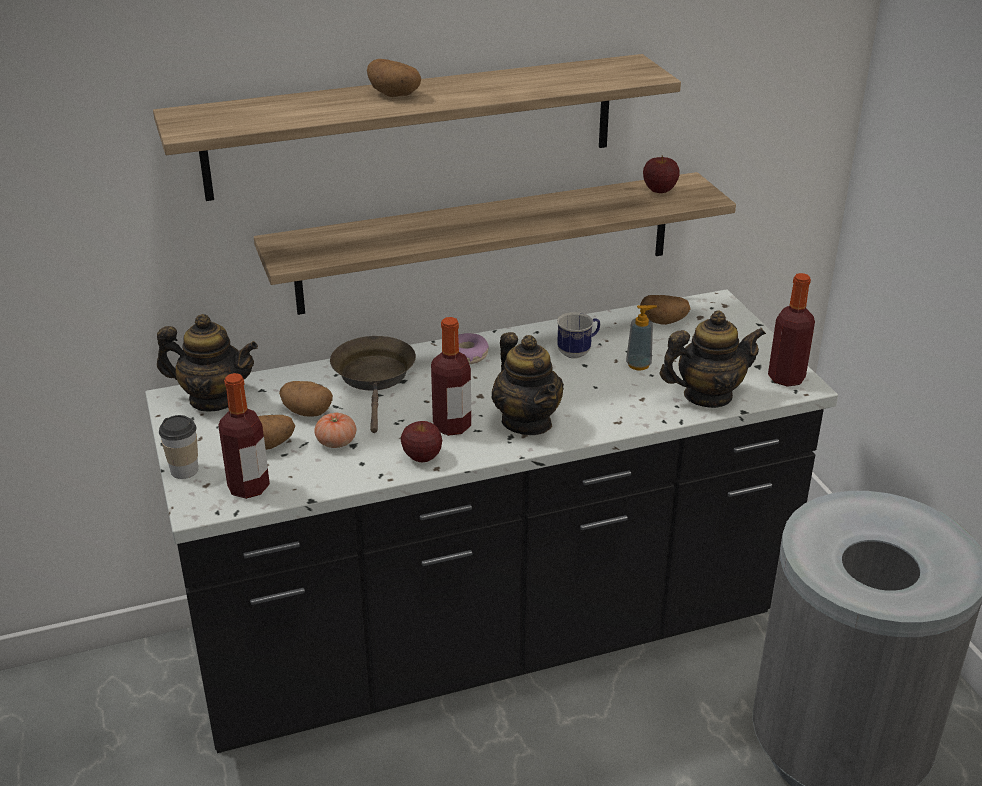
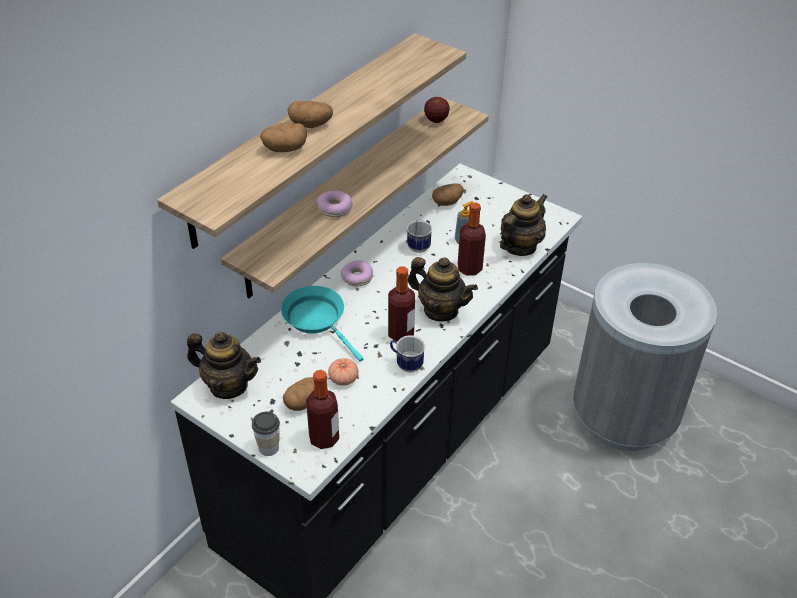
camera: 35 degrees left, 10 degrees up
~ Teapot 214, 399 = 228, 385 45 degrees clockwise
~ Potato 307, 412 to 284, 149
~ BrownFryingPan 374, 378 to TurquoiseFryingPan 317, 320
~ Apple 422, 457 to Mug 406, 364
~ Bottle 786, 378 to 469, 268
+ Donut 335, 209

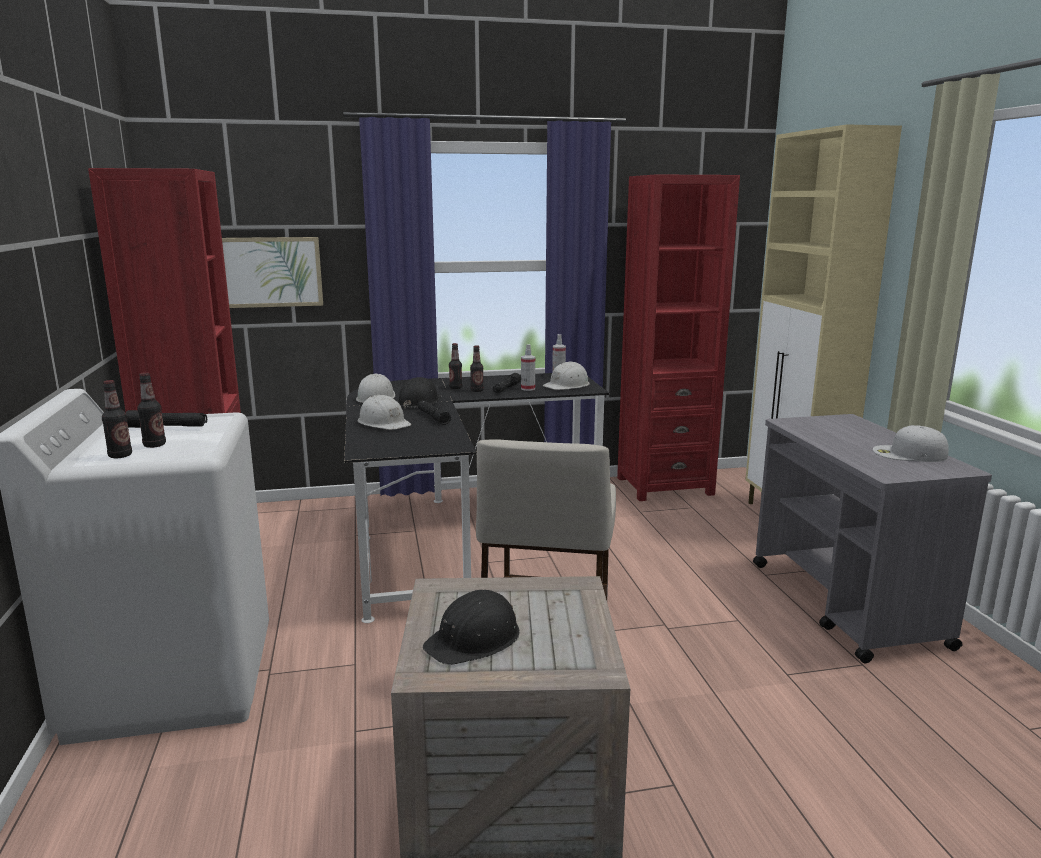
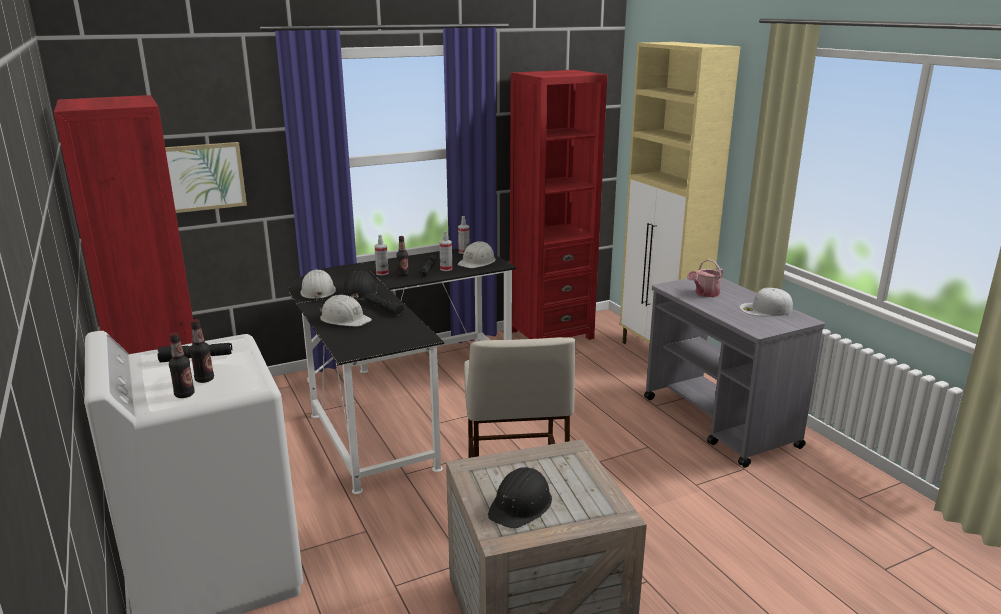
camera: 15 degrees left, 5 degrees up
~ Bottle 455, 388 to SprayBottle 382, 273
+ WateringCan 705, 294

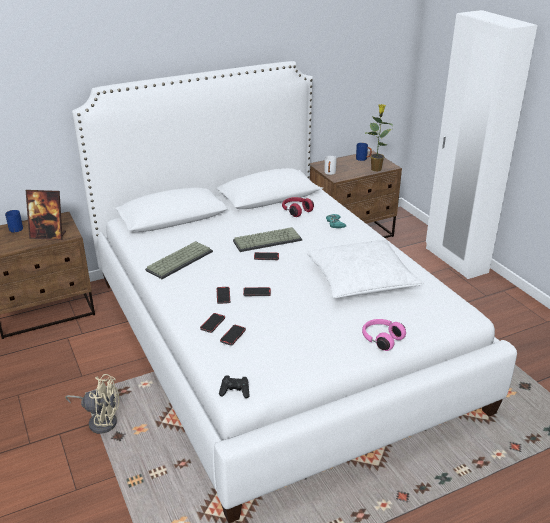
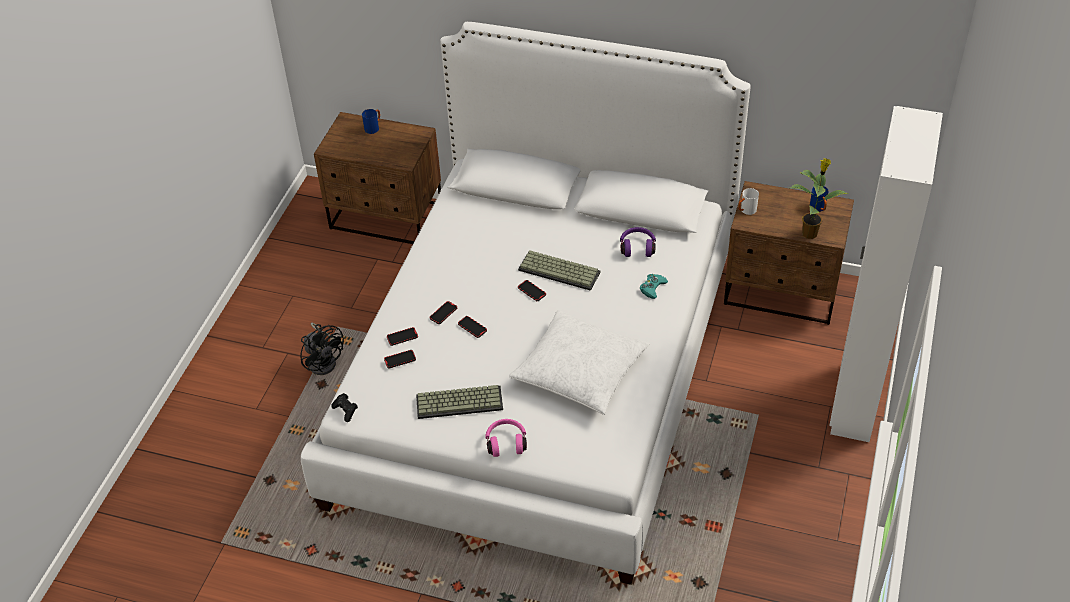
camera: 45 degrees right, 15 degrees up
- PictureFrame 48, 235
~ BeigeFan 100, 420 to BlackFan 324, 361
~ Keyboard 179, 260 to 460, 401
~ RedHeadphones 296, 211 to PurpleHeadphones 637, 247

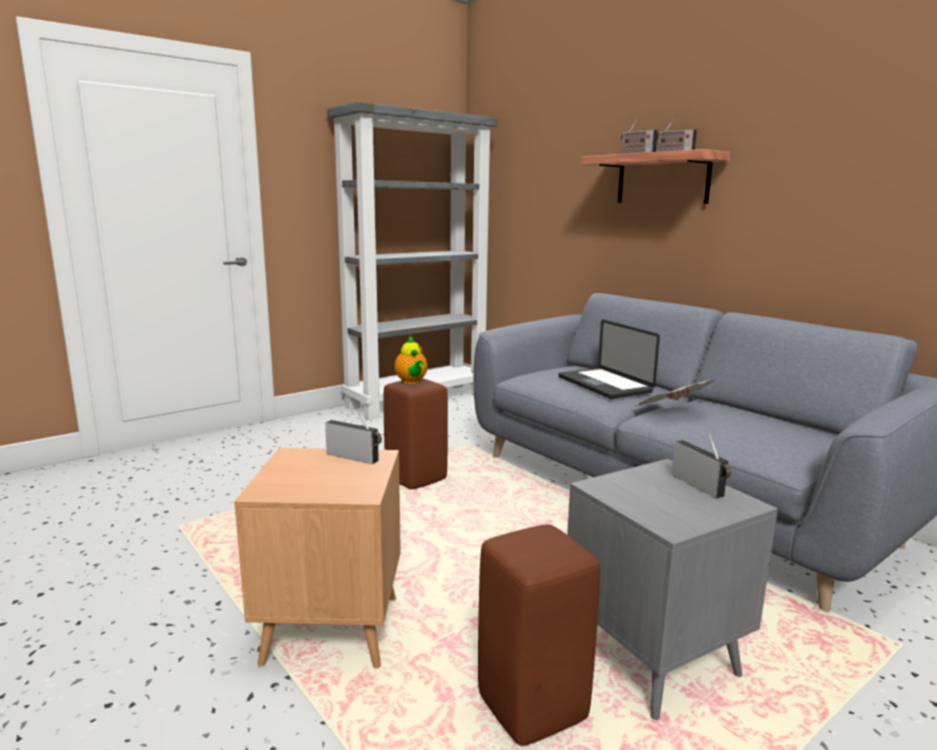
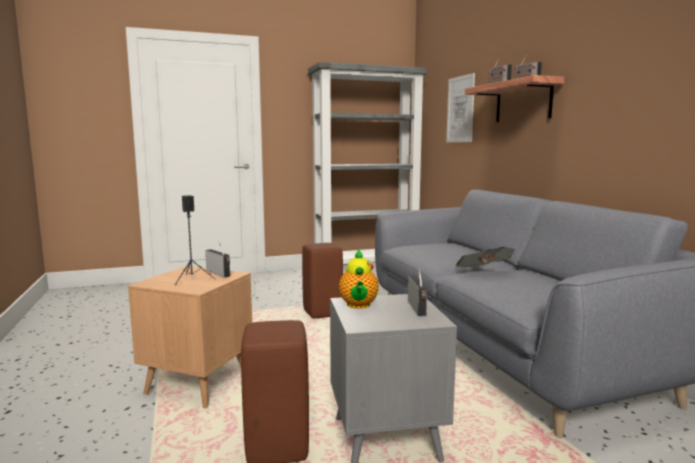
camera: 20 degrees right, 5 degrees down
~ Teapot 411, 381 to 358, 305
- Laptop 604, 384
+ BlackSpeaker 192, 279
+ Picture 460, 109

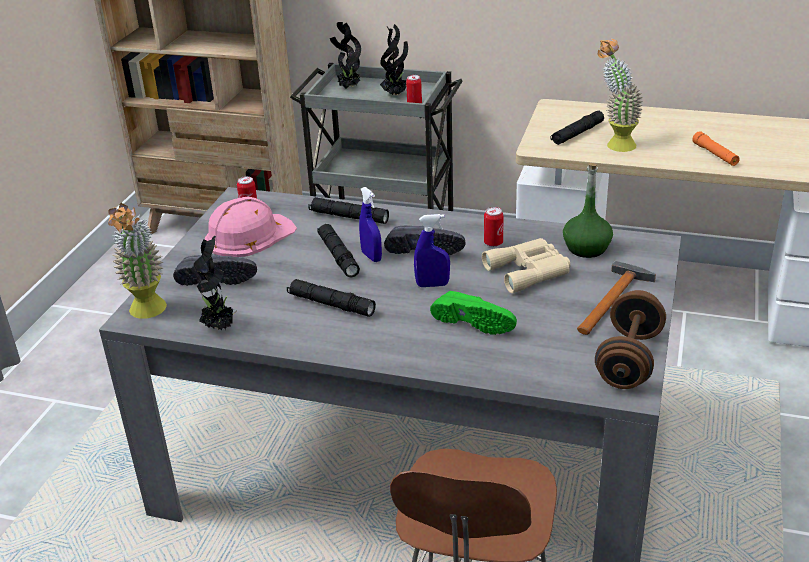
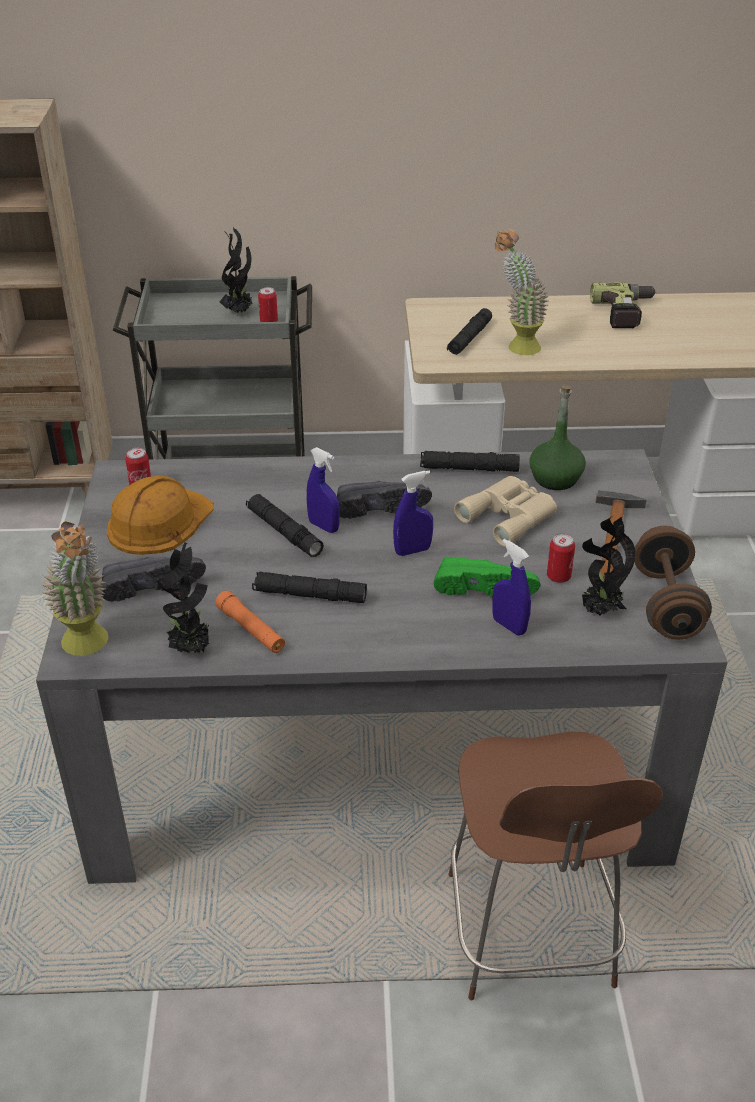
camera: 20 degrees left, 5 degrees up
~ PinkHardHat 248, 235 to OrangeHardHat 159, 521
~ BlackFlashlight 349, 217 to 469, 469
~ PottedPlant 348, 88 to 599, 611
~ Can 493, 243 to 558, 577
~ OrangeFlashlight 715, 154 to 251, 629
+ BlueSprayBottle 509, 626
+ PowerDrill 627, 313

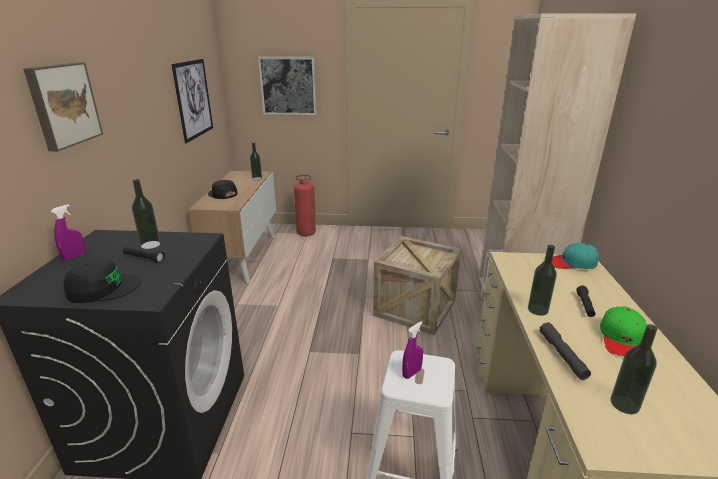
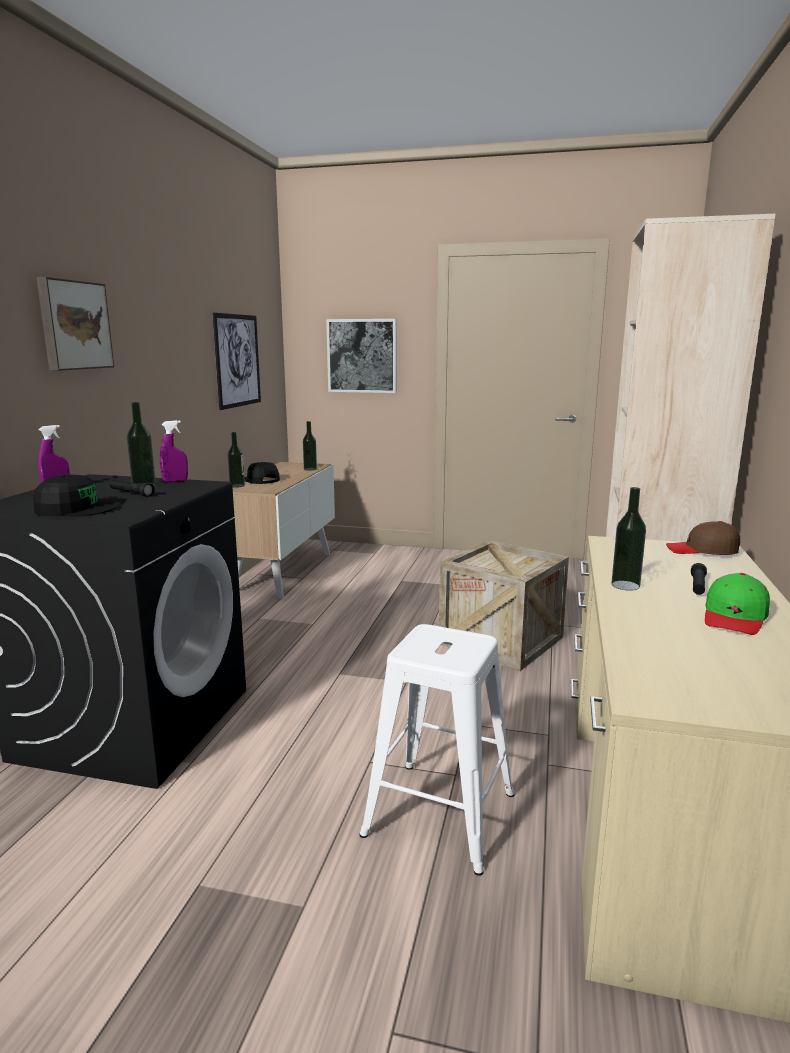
camera: 10 degrees right, 10 degrees down
- FireExtinguisher 306, 233
~ PurpleSprayBottle 411, 373 to 175, 481
- GreyFlashlight 562, 355
~ TurquoiseCap 572, 263 to BrownCap 702, 550
~ Bottle 624, 404 to 237, 486

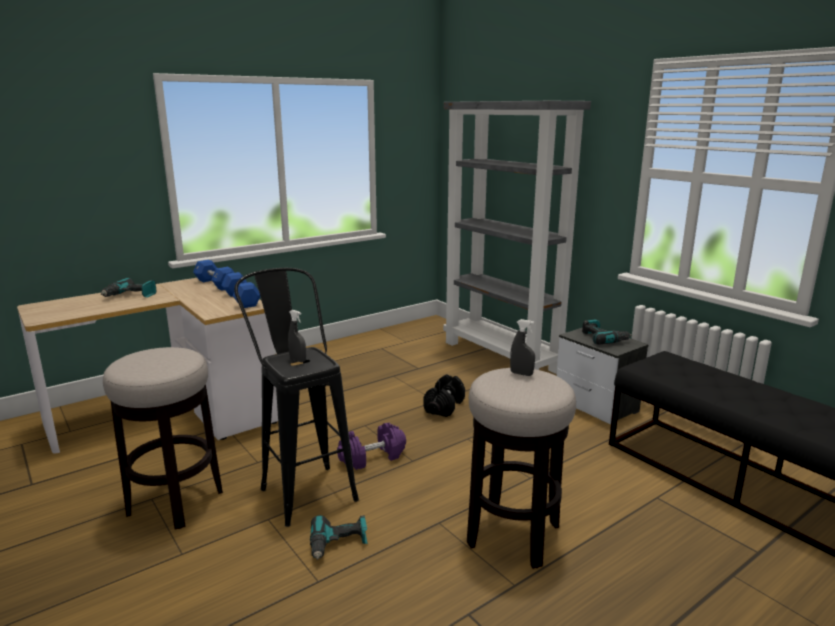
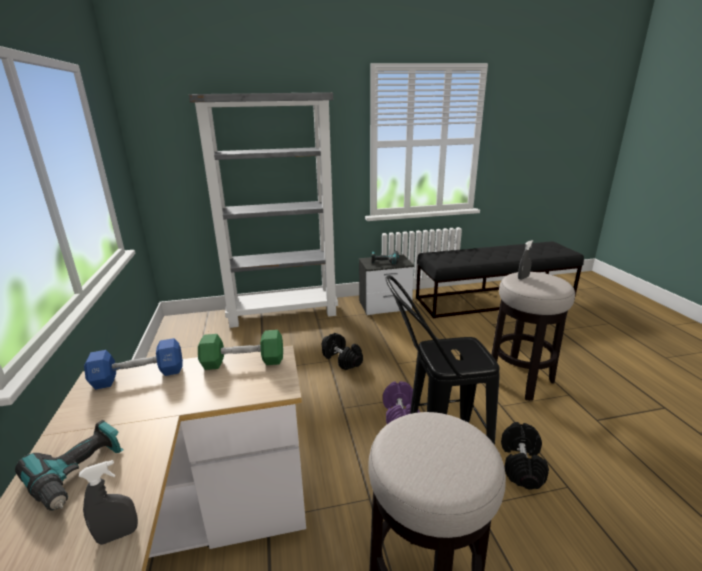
camera: 65 degrees left, 5 degrees up
~ BlueDumbbell 241, 300 to GreenDumbbell 243, 362
~ GreySprayBottle 298, 360 to 118, 535
~ PowerDrill 338, 544 to BlackDumbbell 521, 464

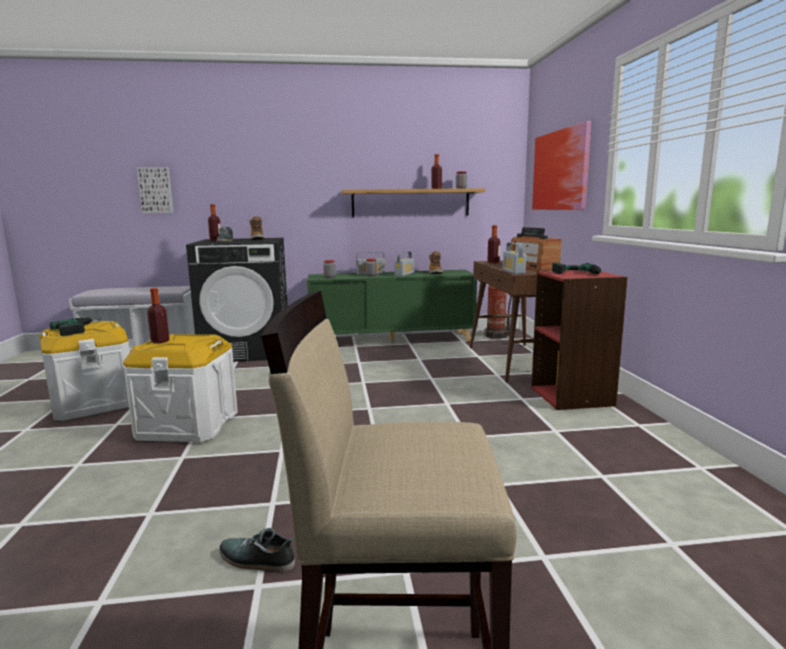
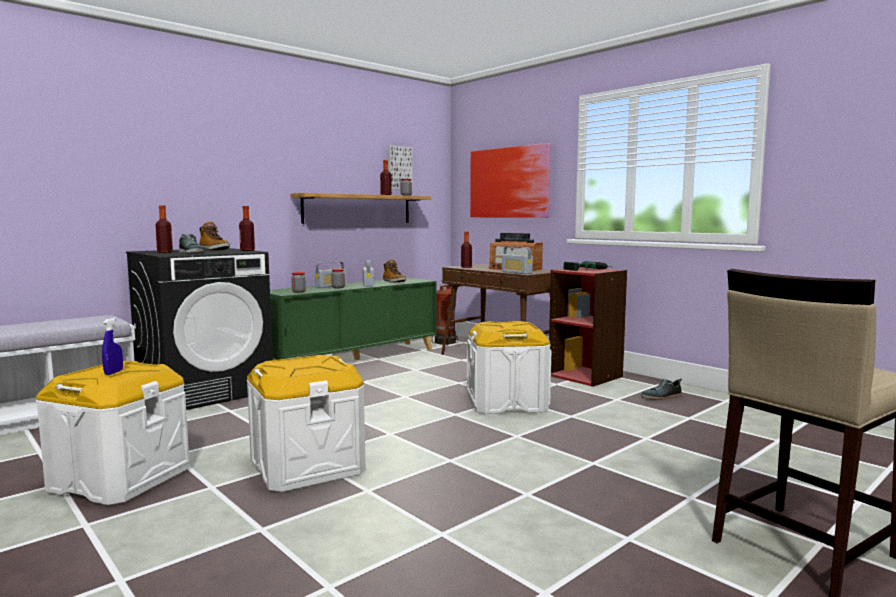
camera: 35 degrees left, 5 degrees down
~ PowerDrill 81, 329 to BlueSprayBottle 113, 372
~ Picture 156, 190 to 398, 168
~ Bottle 160, 341 to 247, 250
~ Shoe 256, 560 to 661, 397
+ WhiteStorageBox 506, 403

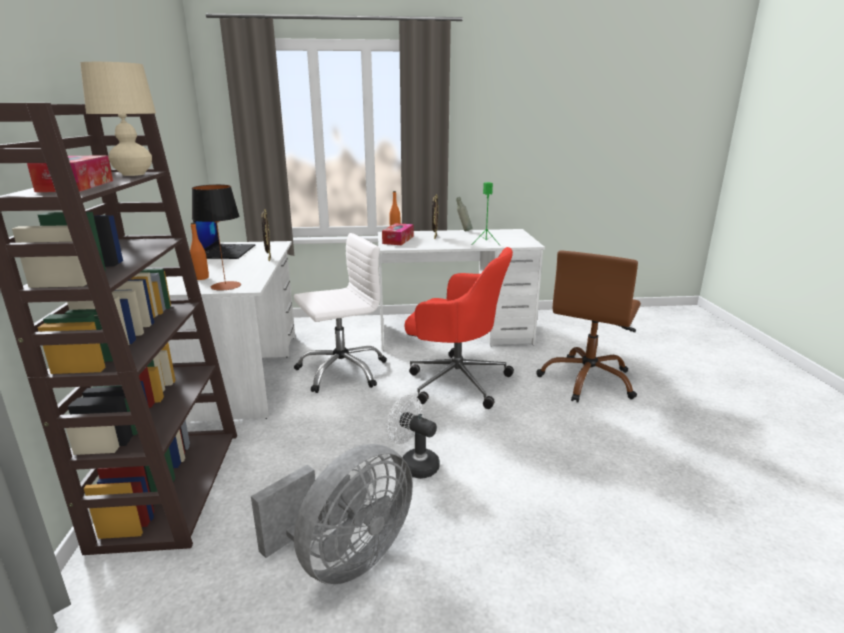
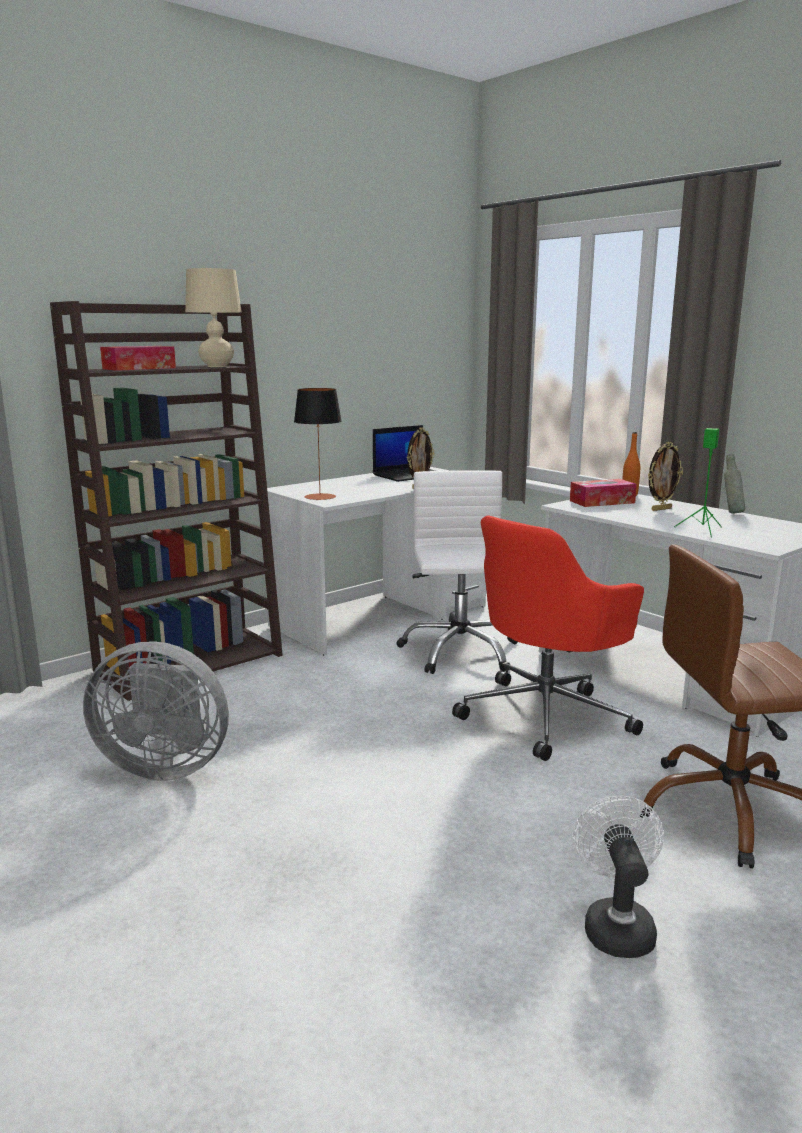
camera: 55 degrees right, 5 degrees down
- OrangeBottle 201, 278
~ WhiteOfficeChair 342, 371 = 459, 651 120 degrees counterclockwise
~ WhiteFan 414, 464 to 615, 925
~ RedOfficeChair 455, 381 = 547, 715 60 degrees clockwise

